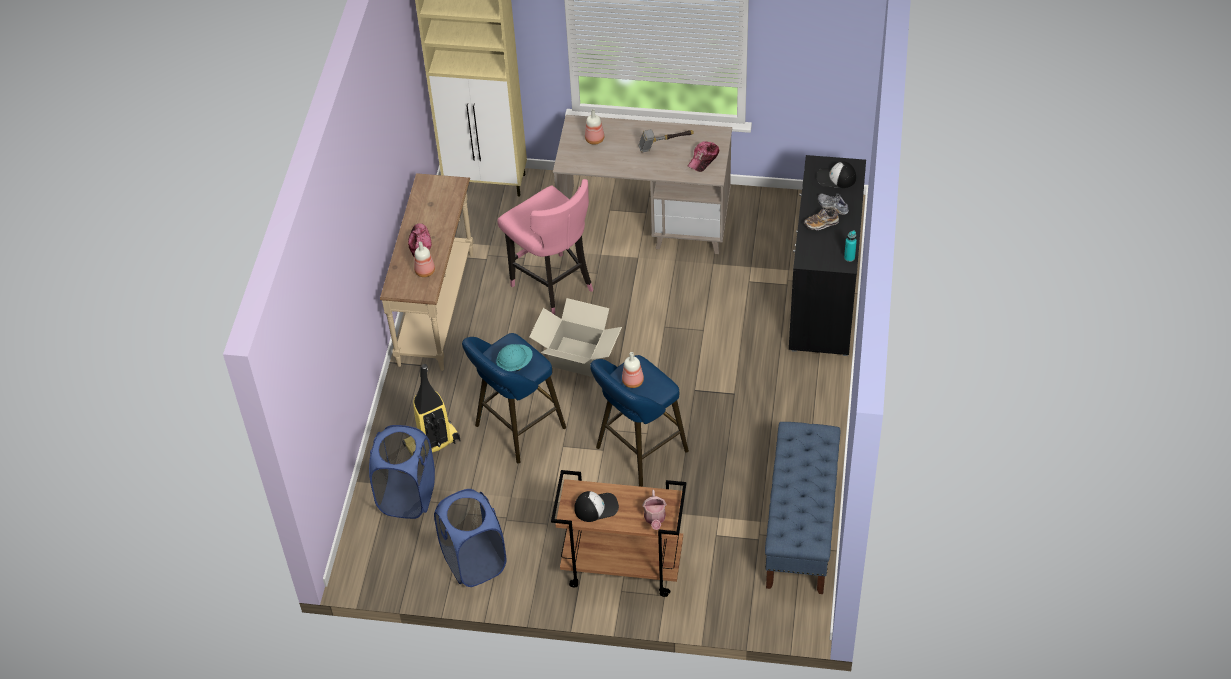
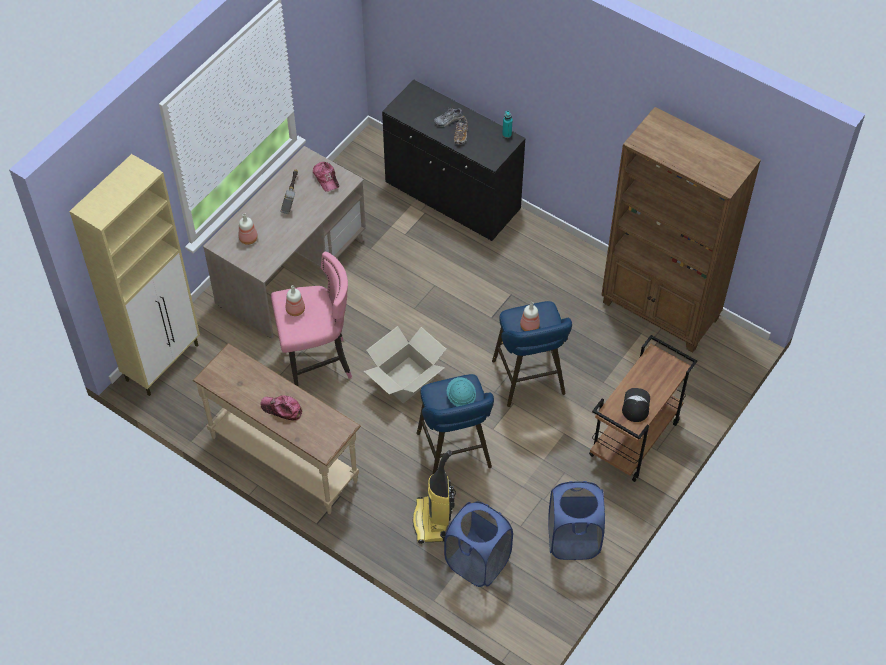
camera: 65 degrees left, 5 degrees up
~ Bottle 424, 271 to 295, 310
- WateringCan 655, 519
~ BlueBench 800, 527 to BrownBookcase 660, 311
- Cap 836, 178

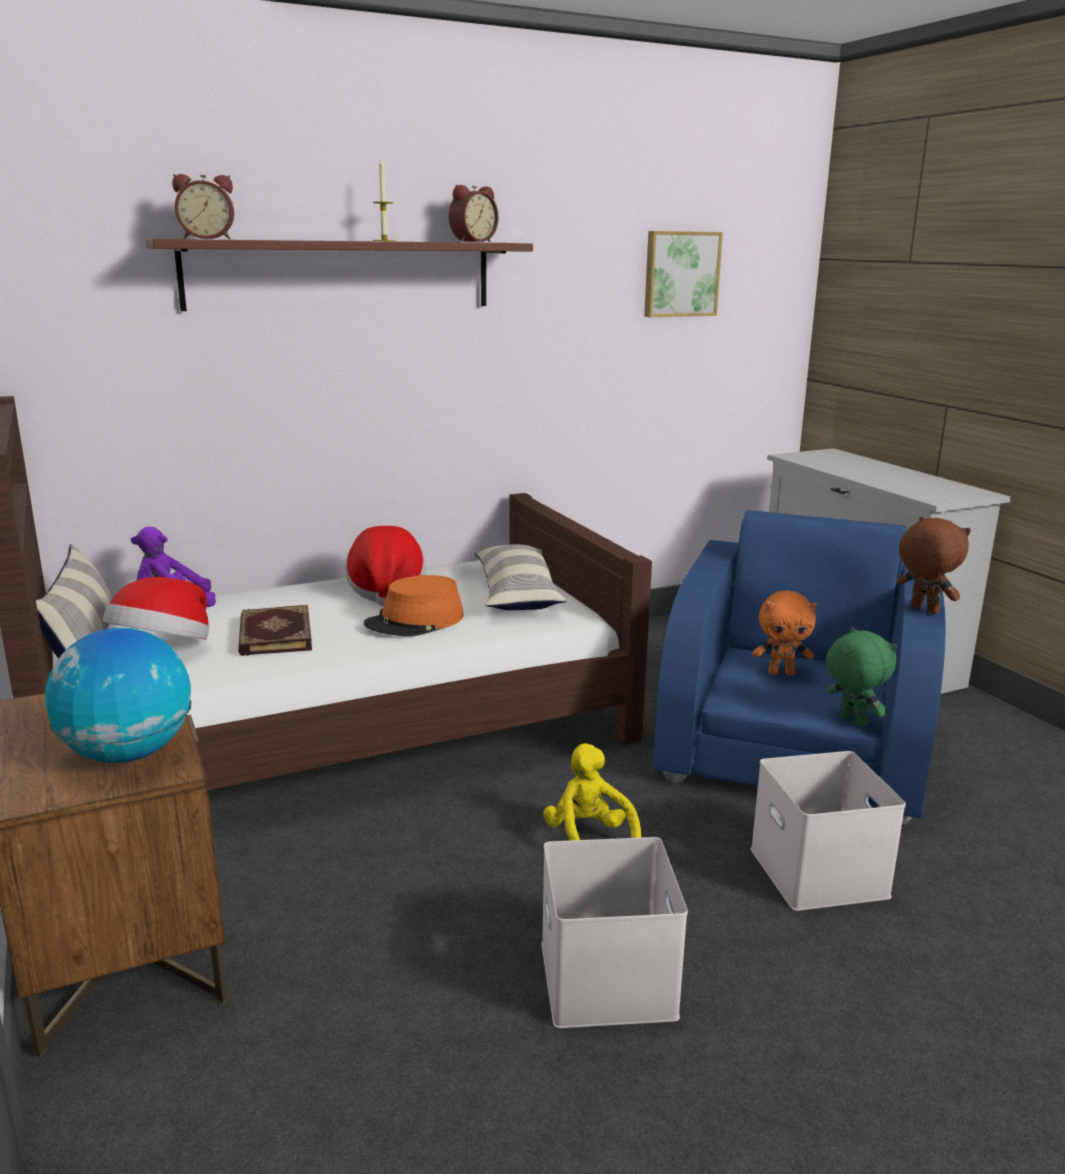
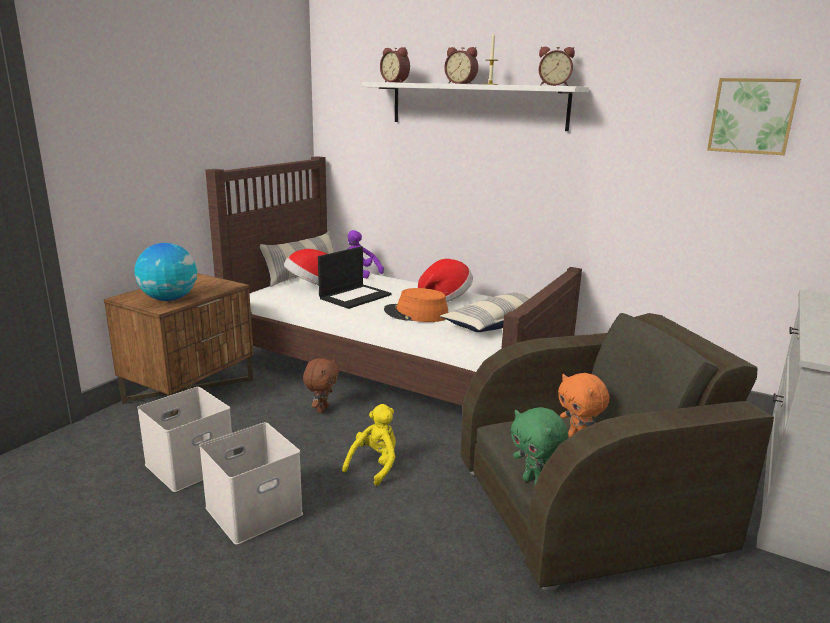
camera: 55 degrees right, 0 degrees up
~ BrownShelf 341, 275 to WhiteShelf 477, 105
~ Book 273, 635 to Laptop 355, 296
~ BlueArmchair 794, 747 to BrownArmchair 588, 509
~ WhiteStorageBox 821, 873 to 189, 466
~ GreenPlushToy 852, 722 = 534, 483 120 degrees clockwise
~ BrownPlushToy 923, 610 to 322, 409
+ AlarmClock 461, 83

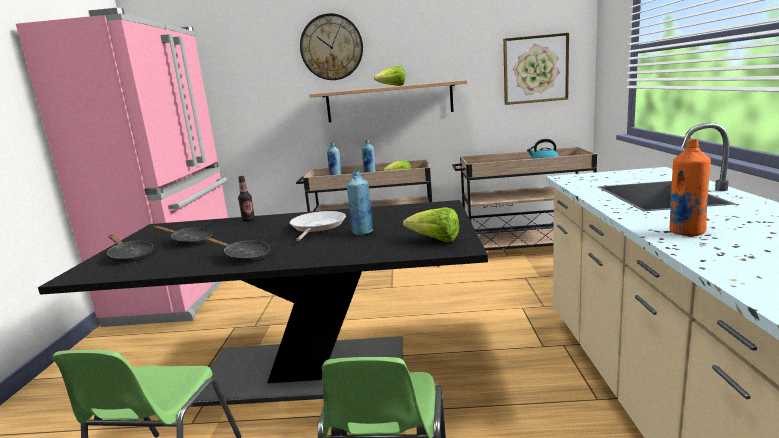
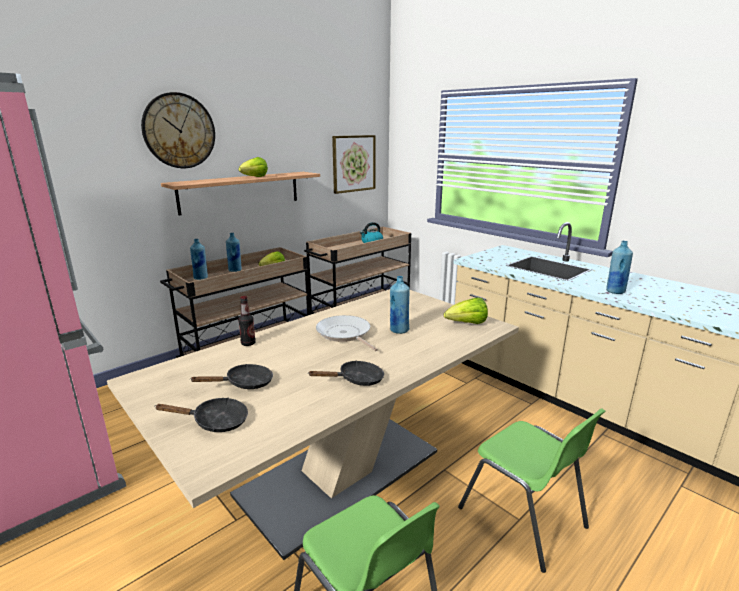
camera: 45 degrees left, 5 degrees up
~ BlackDiningTable 304, 371 to BeigeDiningTable 340, 473
~ OrangeBottle 686, 232 to BlueBottle 615, 291

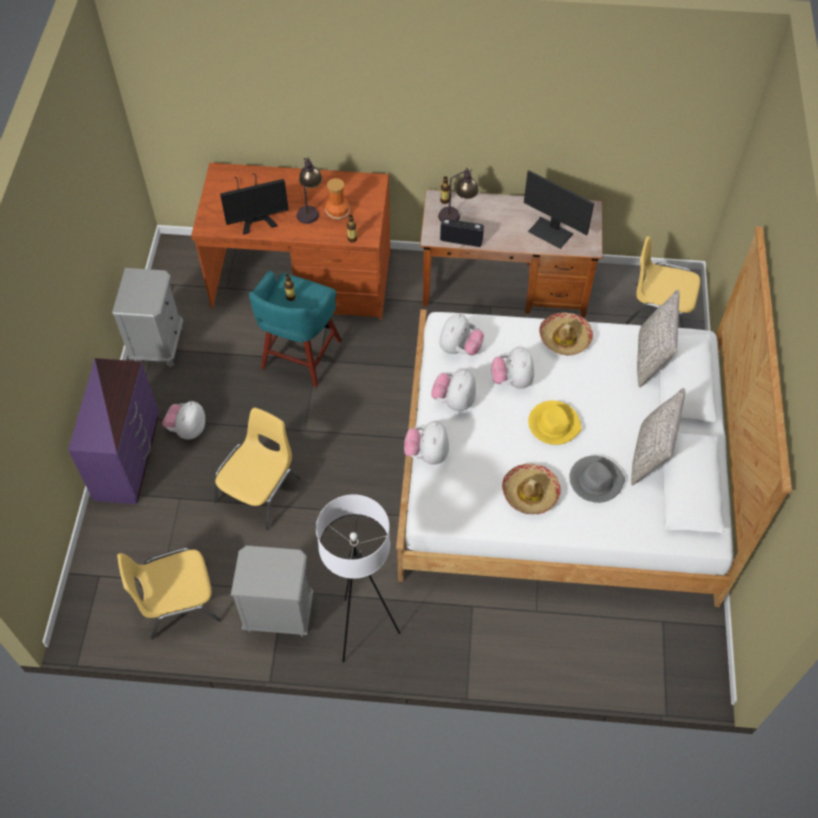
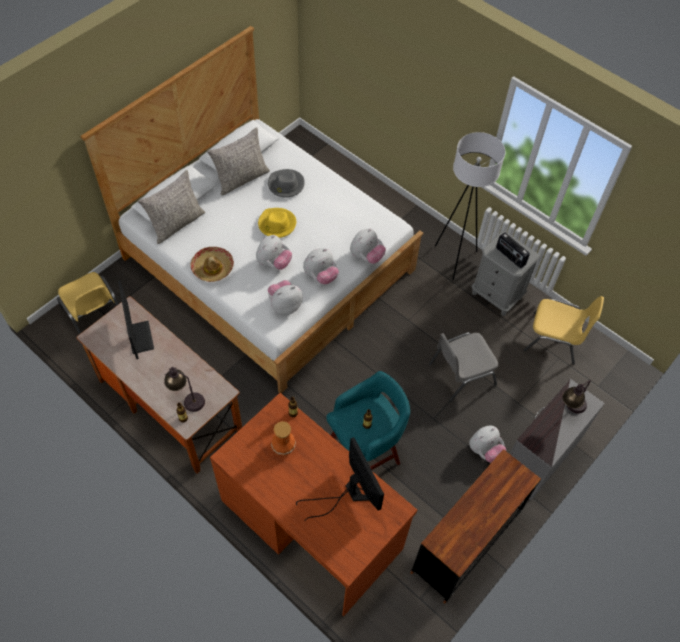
camera: 145 degrees left, 0 degrees up
~ PurpleDresser 128, 457 to GreyDresser 539, 457
~ GreyNightstand 158, 345 to BrownDesk 466, 542
~ YellowChair 260, 489 to GreyChair 460, 374
~ Monitor 255, 214 = 350, 492 45 degrees clockwise
~ TableLamp 310, 209 to 570, 408
~ Radio 461, 240 to 510, 256
- Hat 530, 493

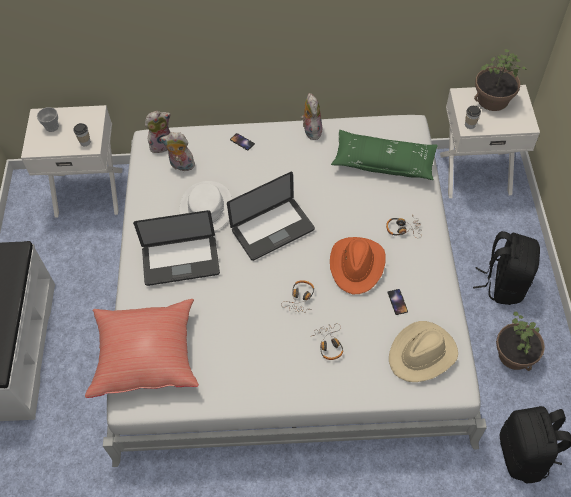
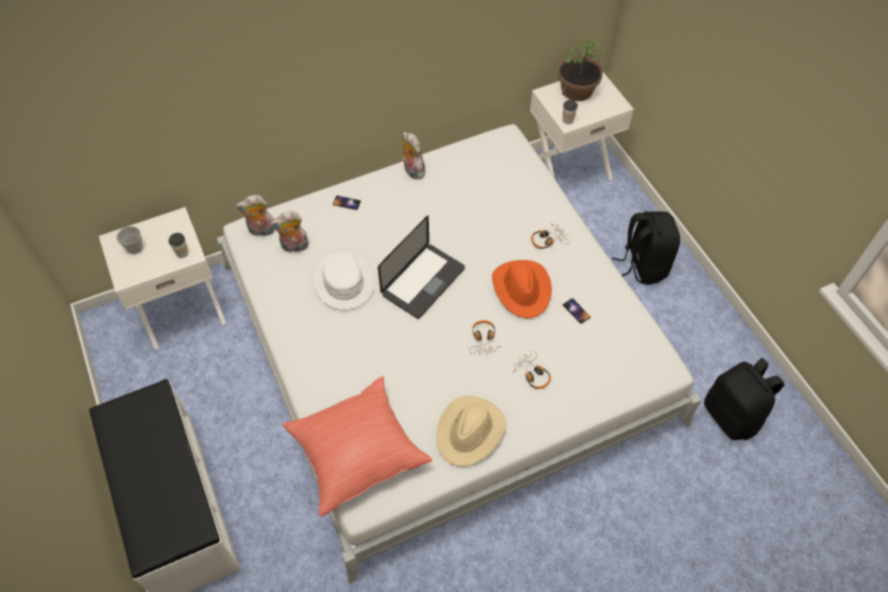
camera: 25 degrees left, 0 degrees up
- Laptop 181, 261
~ PlushToy 161, 144 = 261, 231 135 degrees counterclockwise
- GreenPillow 384, 162
~ BeigeHat 422, 354 to 470, 432
- PottedPlant 515, 355

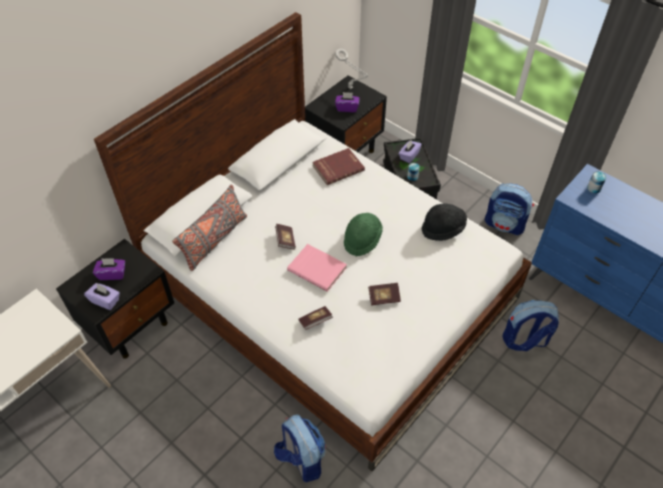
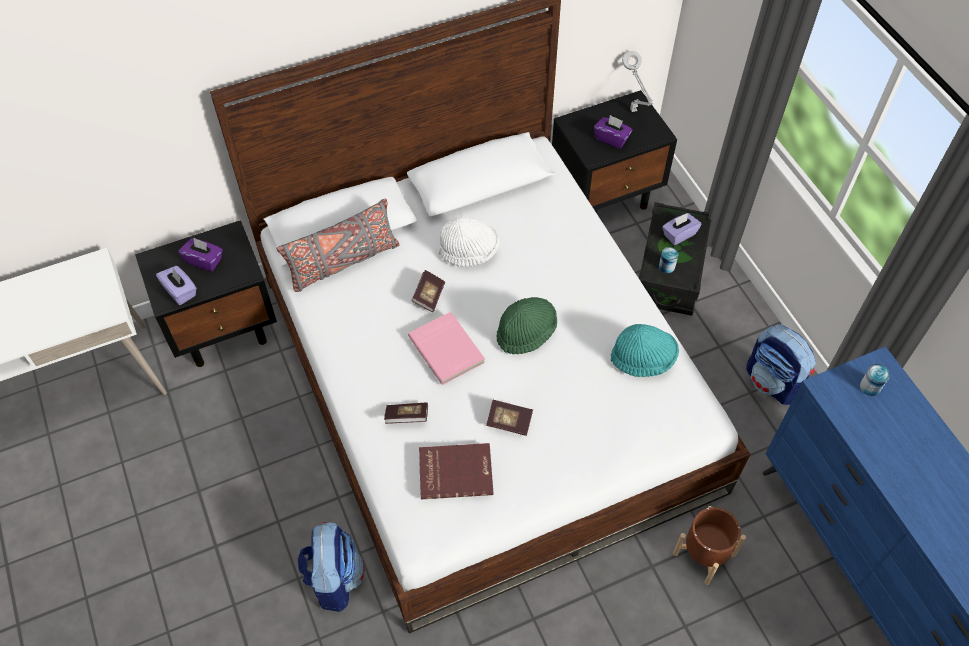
camera: 25 degrees right, 5 degrees up
~ RedBook 337, 167 to 455, 471
~ BlackHat 443, 229 to TurquoiseHat 643, 359
~ Backpack 524, 340 to BrownPlanter 704, 554
+ WhiteHat 469, 252

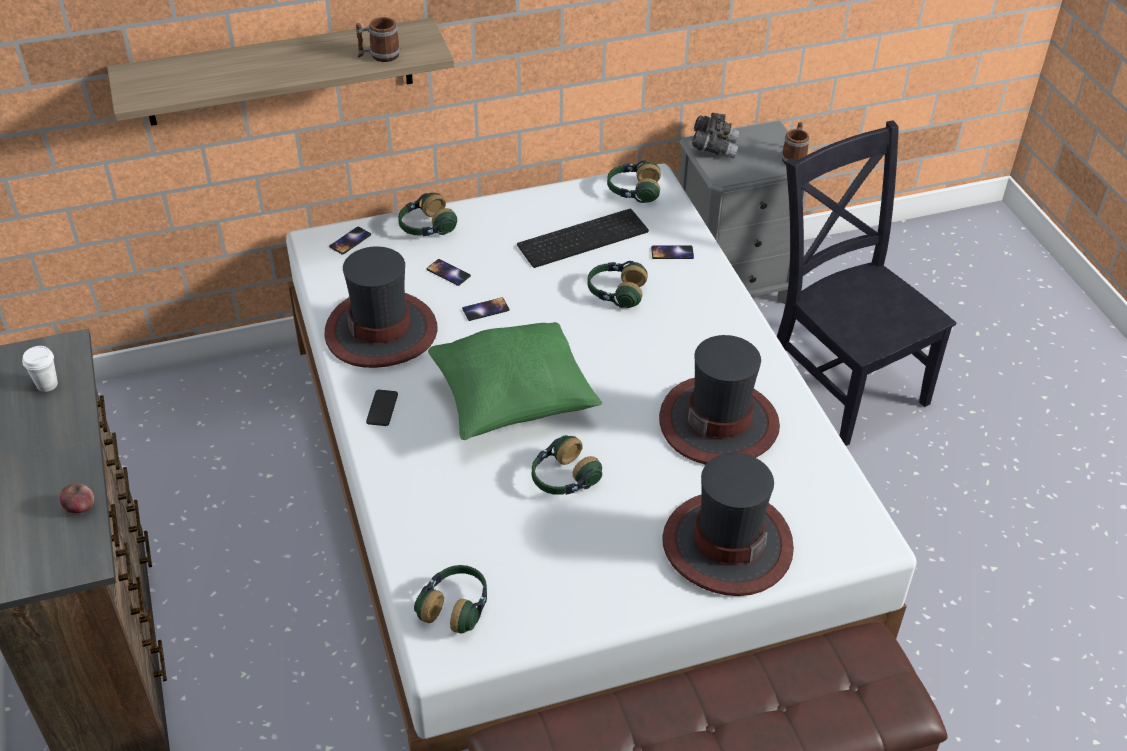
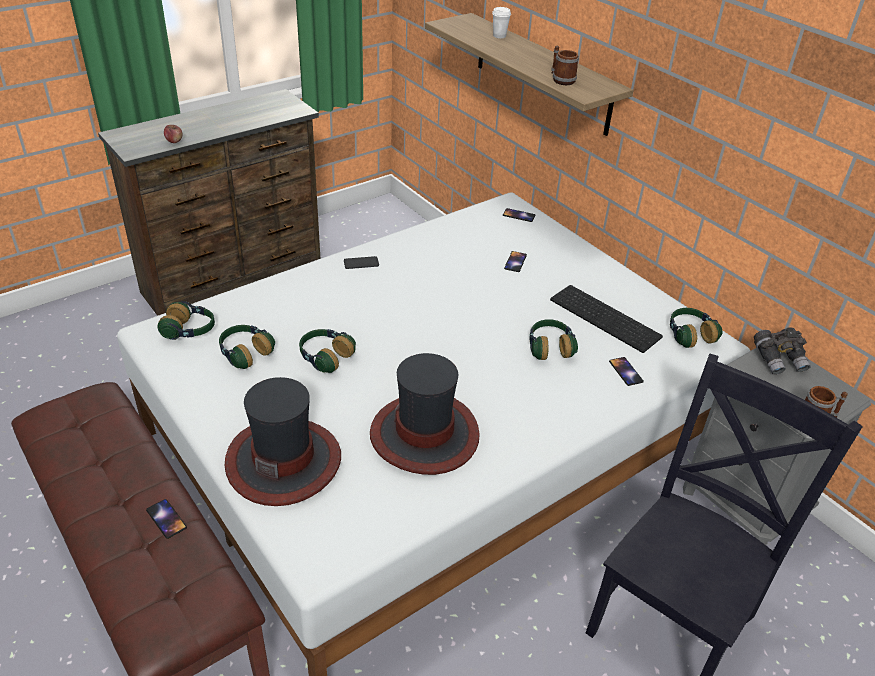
camera: 70 degrees right, 5 degrees down
~ WhiteCup 47, 384 to 499, 36
- Hat 381, 331
~ Headphones 426, 227 to 245, 353
- GreenPillow 512, 403
~ Phone 485, 309 to 166, 519

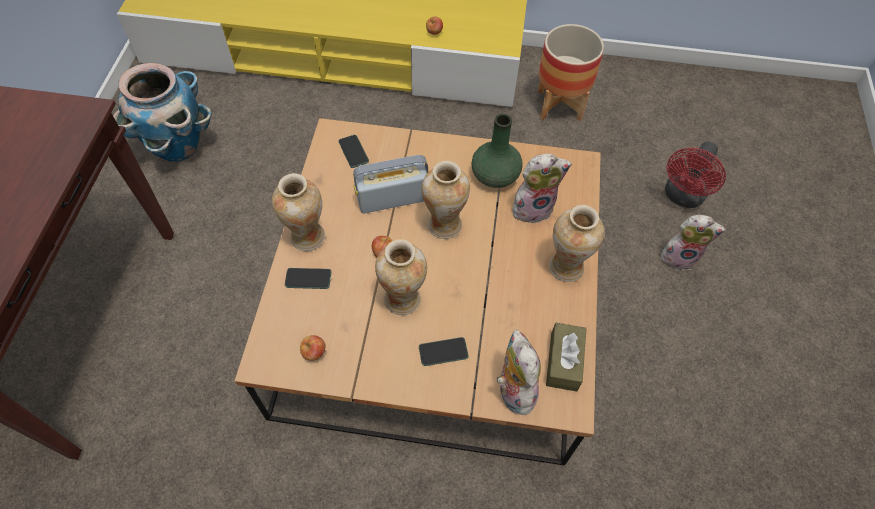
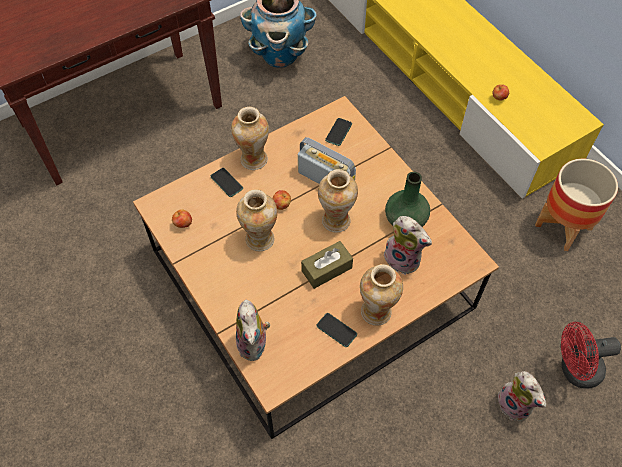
camera: 50 degrees right, 0 degrees up
~ Phone 443, 352 to 336, 330
~ PlushToy 513, 390 = 254, 344 135 degrees clockwise
~ BrownTissueBox 563, 361 to 326, 269

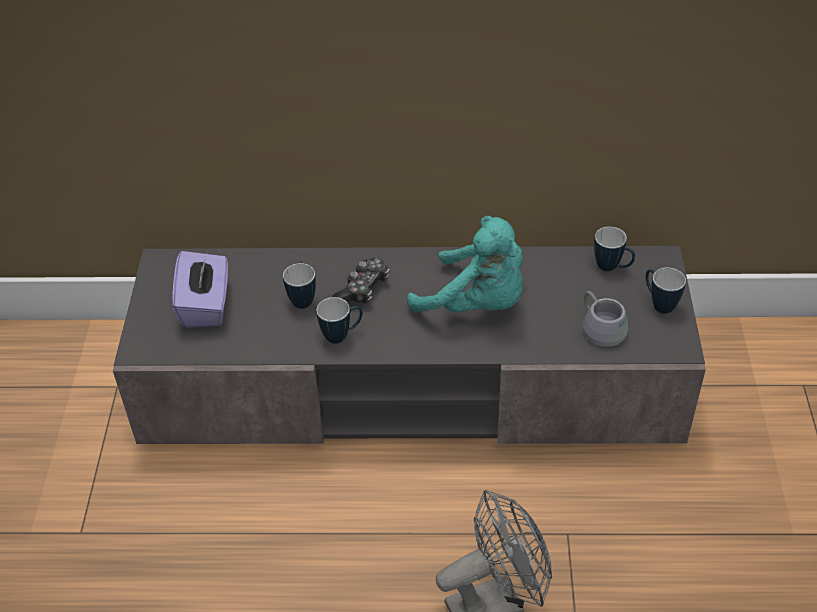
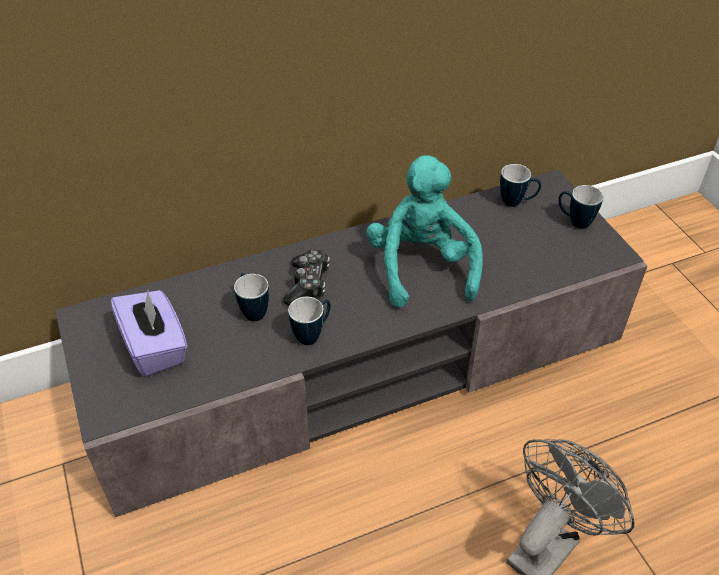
camera: 25 degrees left, 0 degrees up
~ TurquoisePlushToy 476, 304 = 421, 267 105 degrees counterclockwise
- GreyMug 604, 325

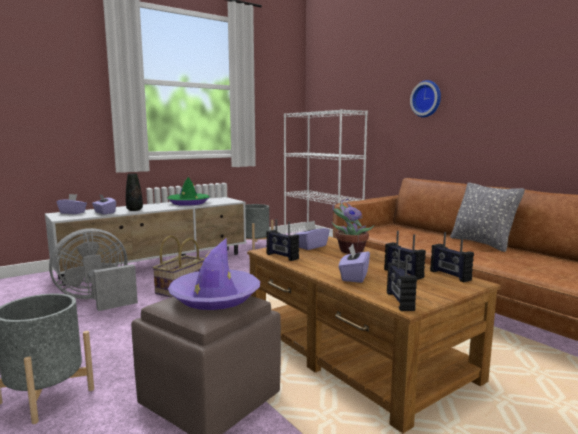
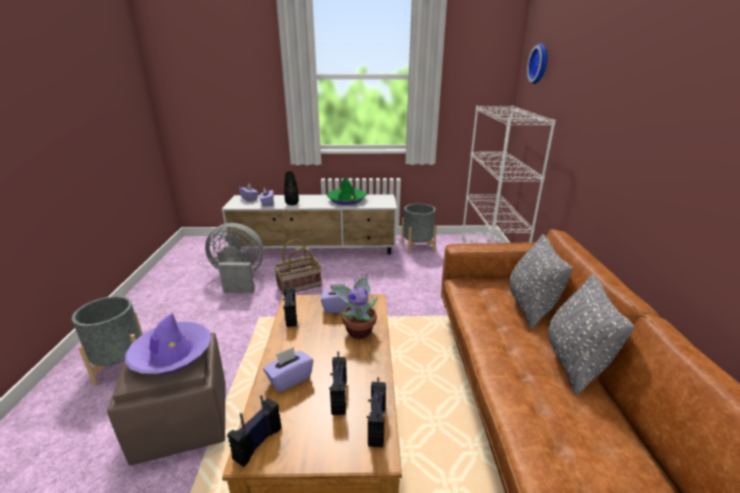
camera: 35 degrees right, 15 degrees up
~ WallClock 427, 99 to 540, 64
+ GreyPillow 530, 307

